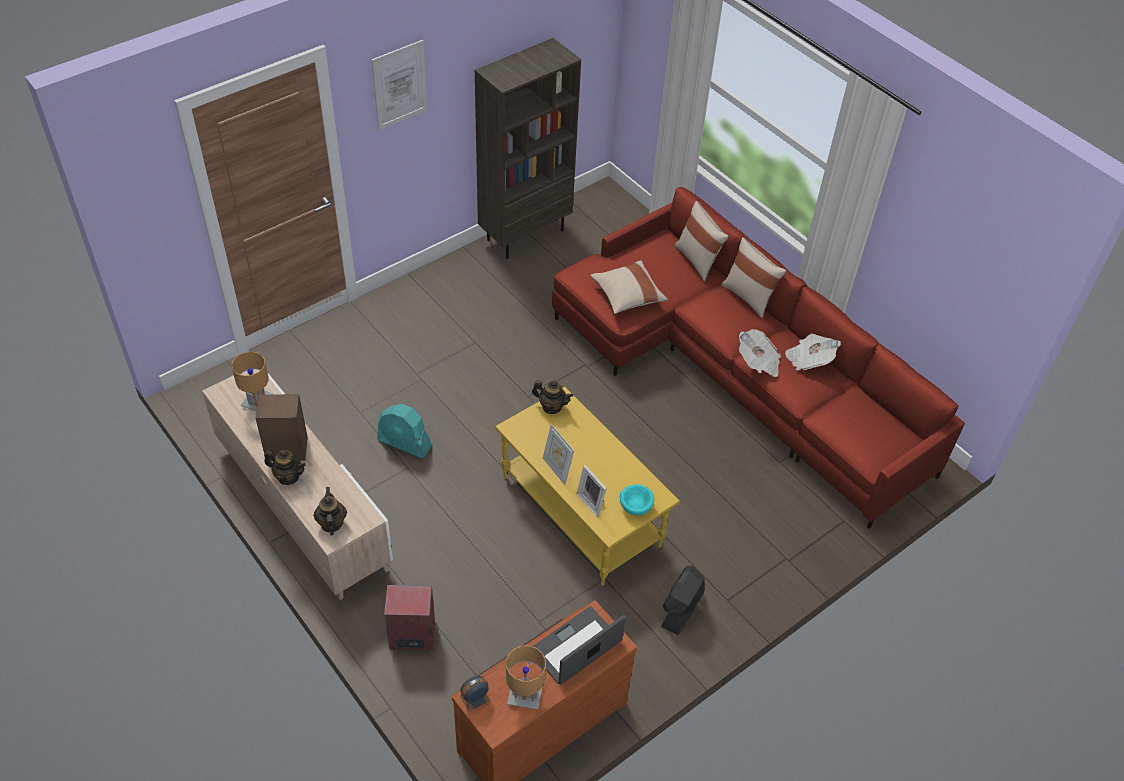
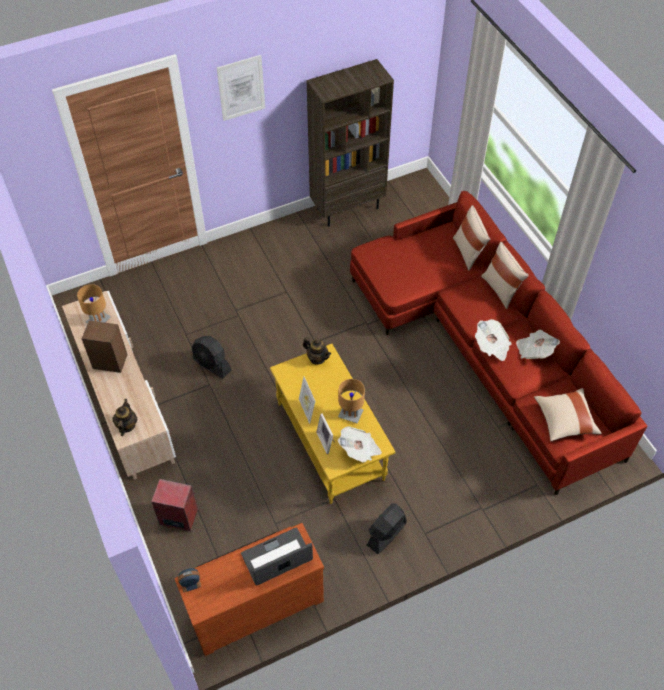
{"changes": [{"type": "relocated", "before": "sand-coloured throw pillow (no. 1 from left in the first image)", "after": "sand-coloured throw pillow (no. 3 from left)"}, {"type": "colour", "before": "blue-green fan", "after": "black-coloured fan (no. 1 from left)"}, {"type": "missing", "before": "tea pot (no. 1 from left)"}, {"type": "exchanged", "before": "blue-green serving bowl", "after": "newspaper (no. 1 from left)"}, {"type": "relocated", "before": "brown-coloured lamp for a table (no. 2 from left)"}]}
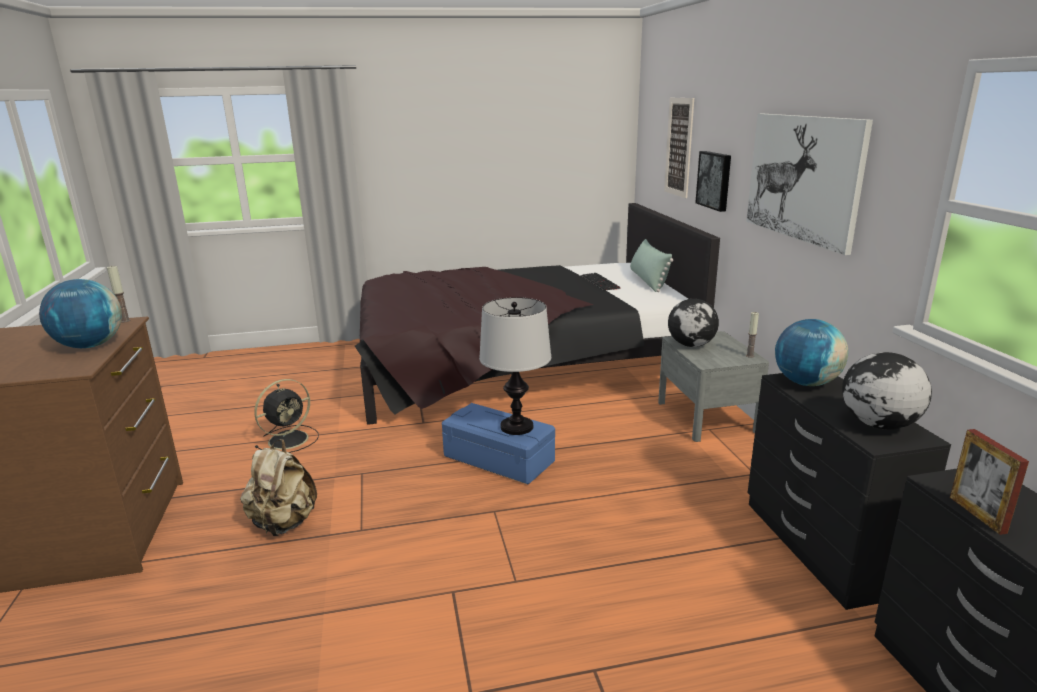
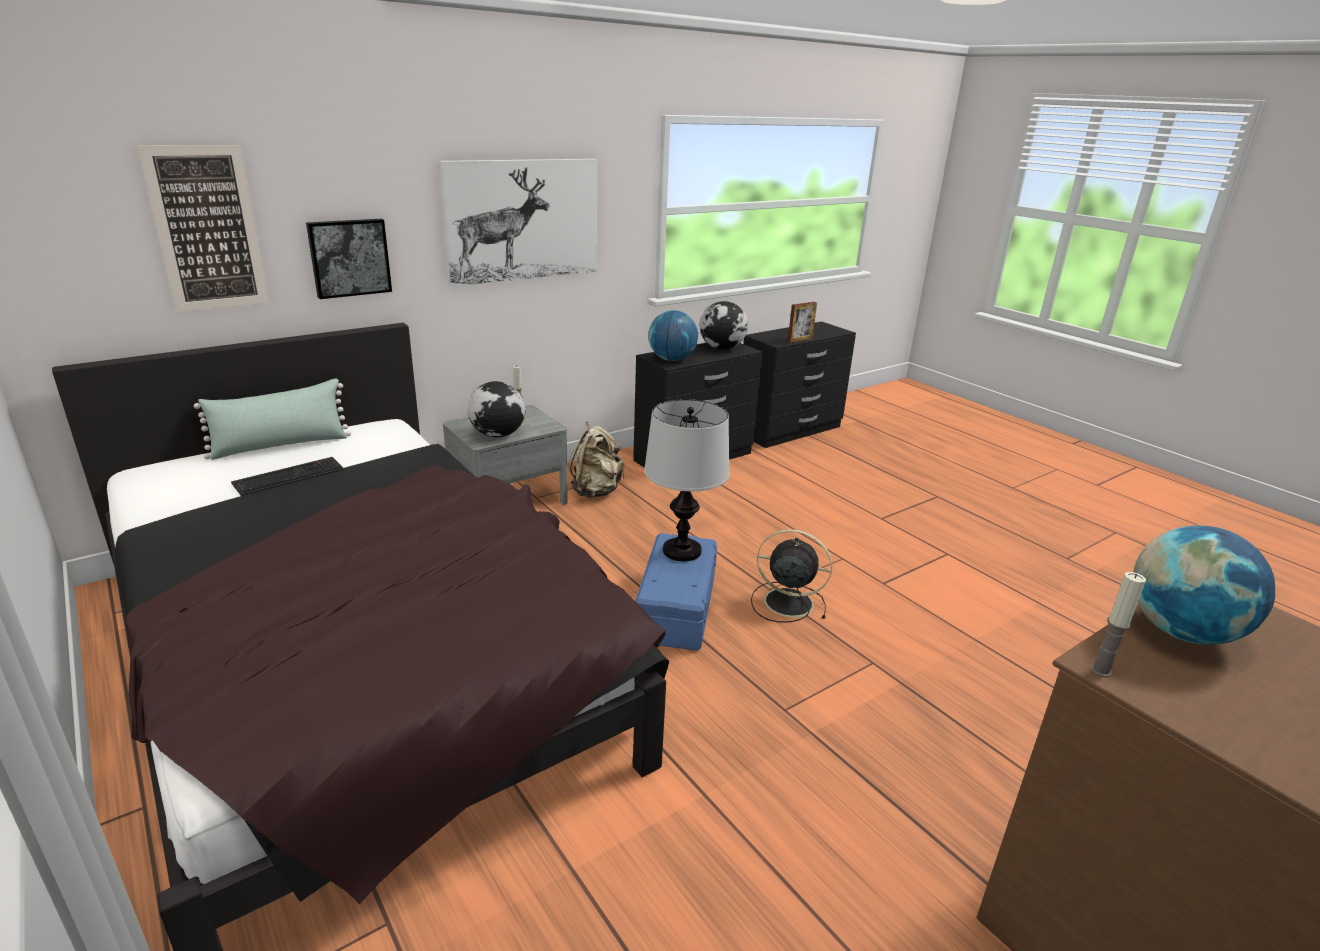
{"changes": [{"type": "relocated", "before": "black-coloured fan"}, {"type": "relocated", "before": "sand-coloured rucksack"}]}
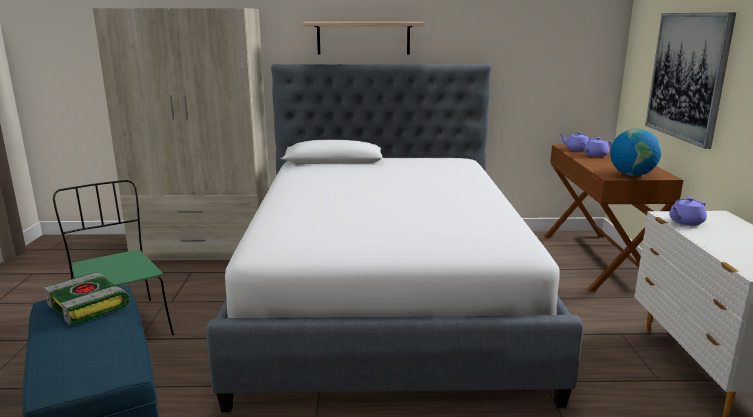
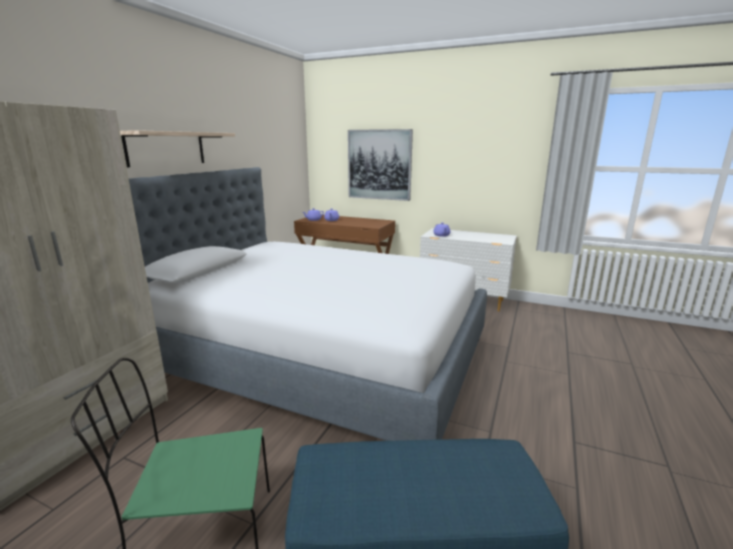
{"changes": [{"type": "missing", "before": "desk globe"}, {"type": "missing", "before": "volume"}]}
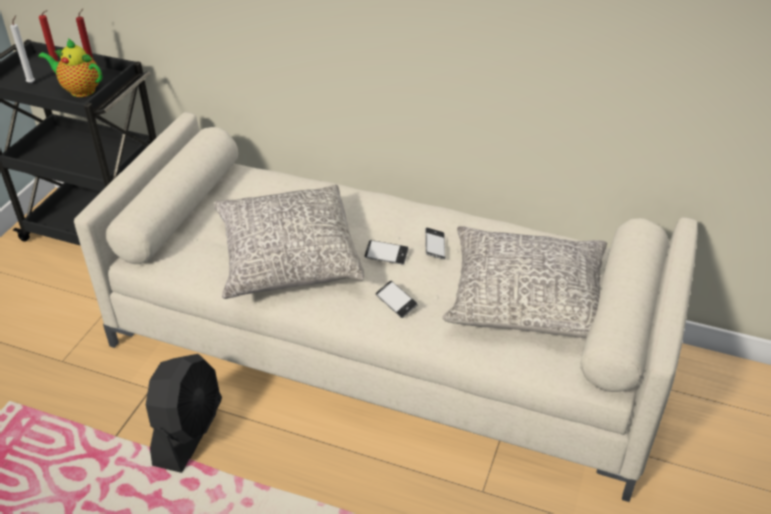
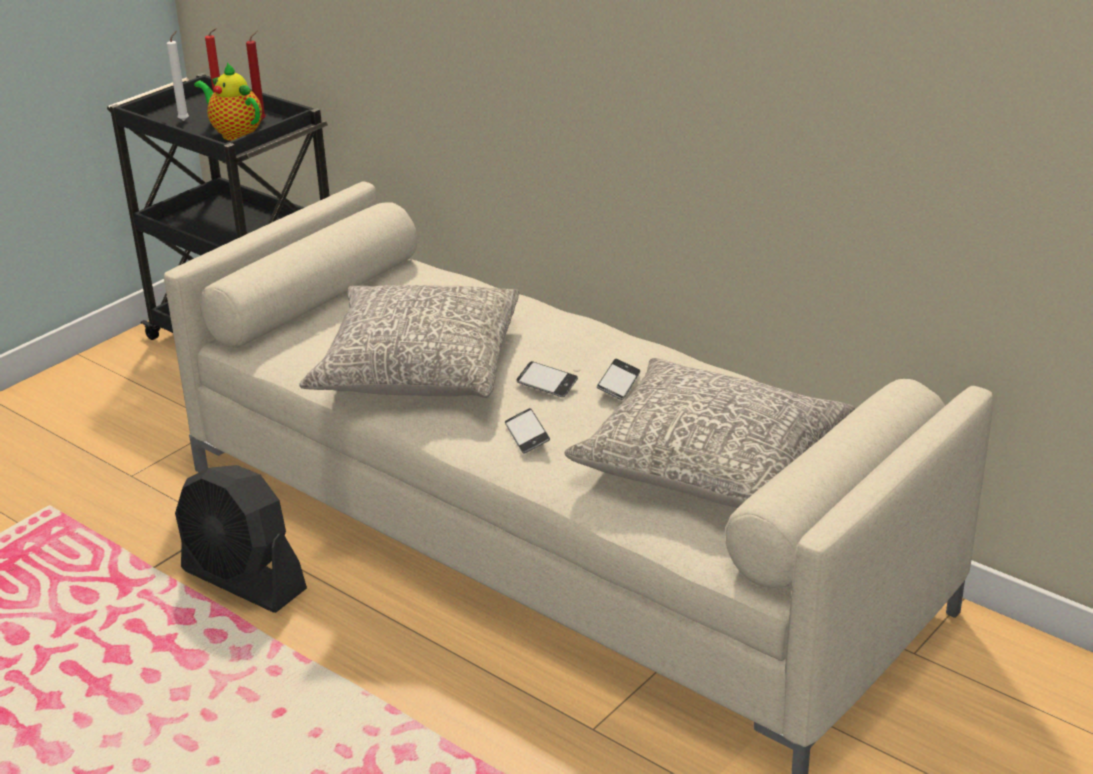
{"changes": [{"type": "spun", "before": "black-coloured fan", "turn": 90}]}
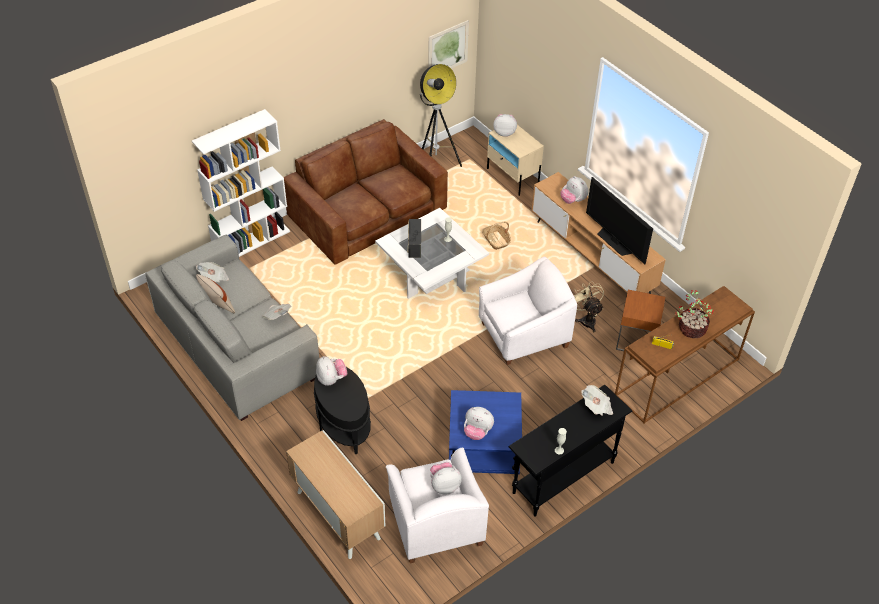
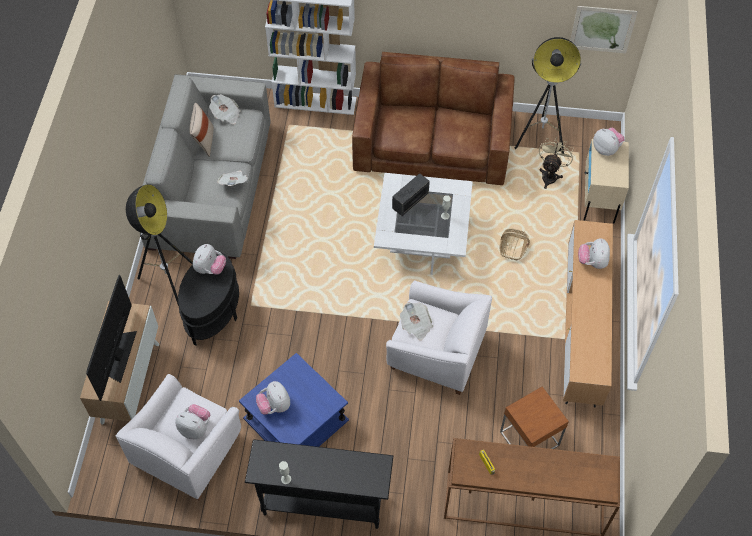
{"changes": [{"type": "relocated", "before": "television"}, {"type": "relocated", "before": "sand-coloured fan"}, {"type": "missing", "before": "houseplant"}, {"type": "relocated", "before": "newspaper (no. 3 from left)"}, {"type": "appeared", "after": "standing lamp (no. 1 from left)"}]}
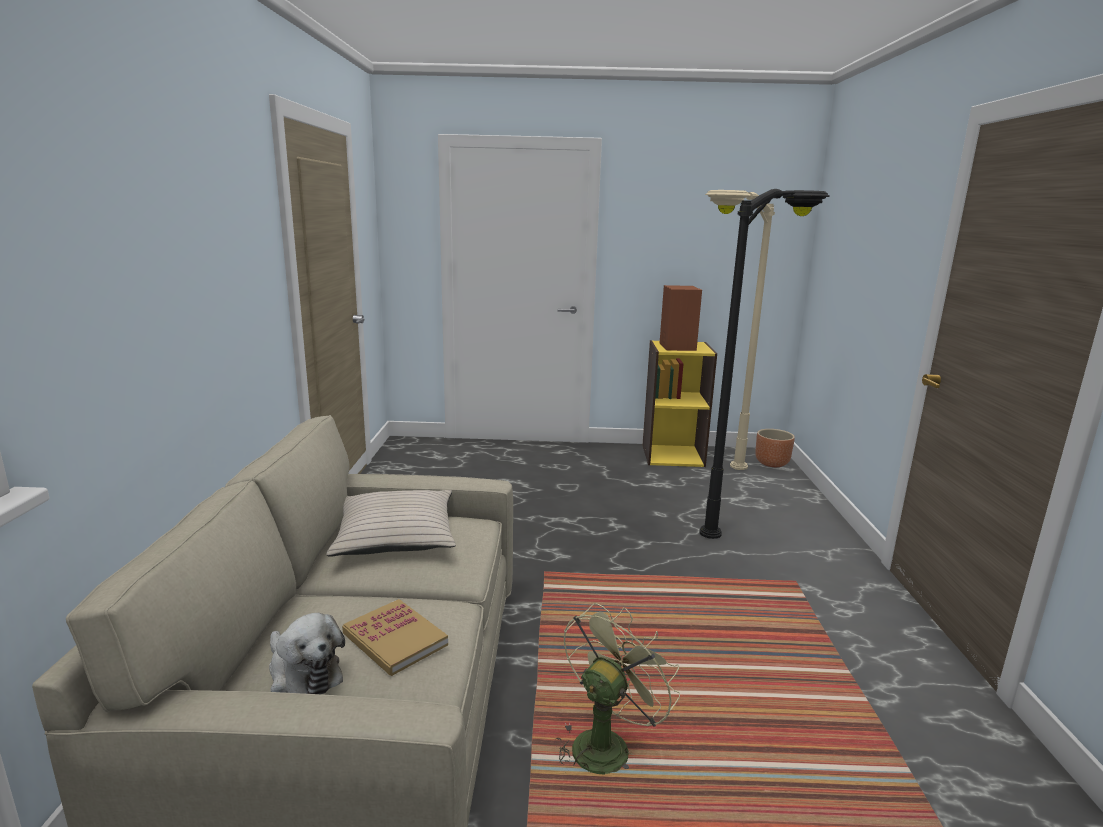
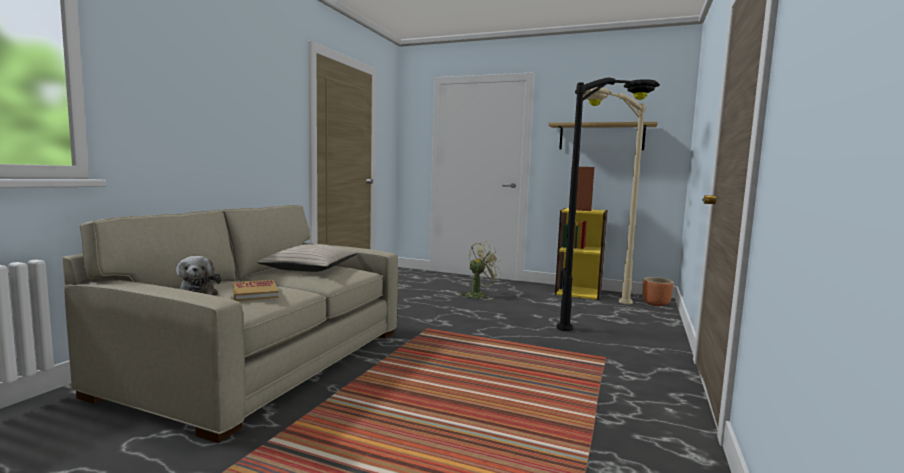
{"changes": [{"type": "relocated", "before": "green fan"}, {"type": "appeared", "after": "wall shelf"}]}
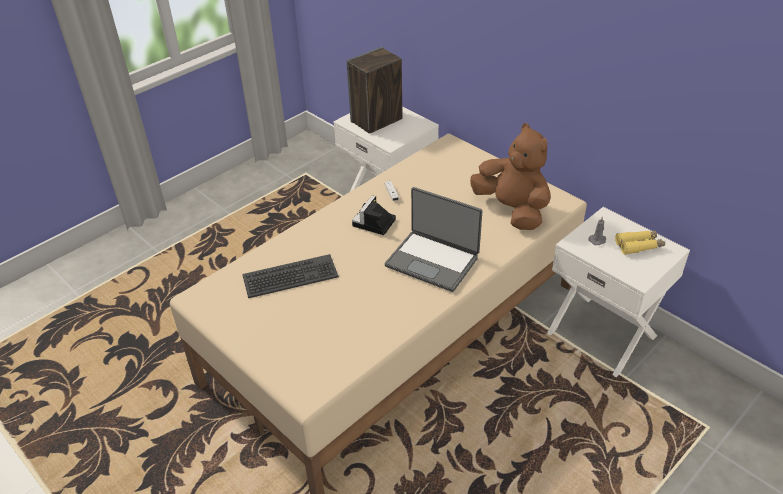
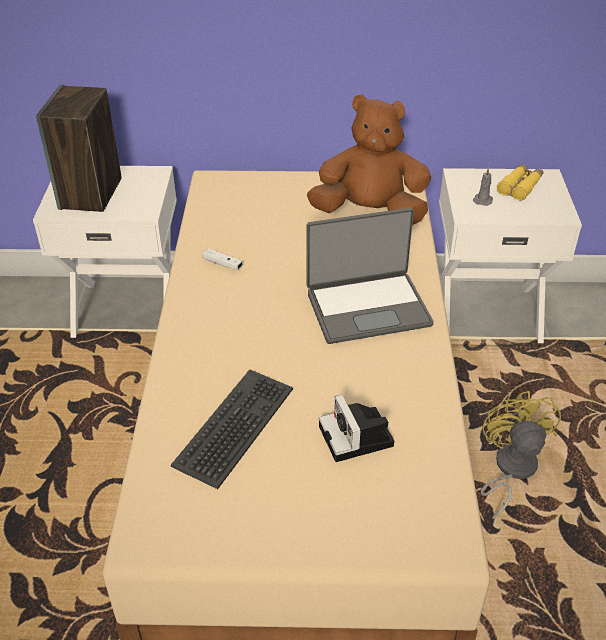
{"changes": [{"type": "relocated", "before": "photo camera"}, {"type": "appeared", "after": "yellowish fan"}]}
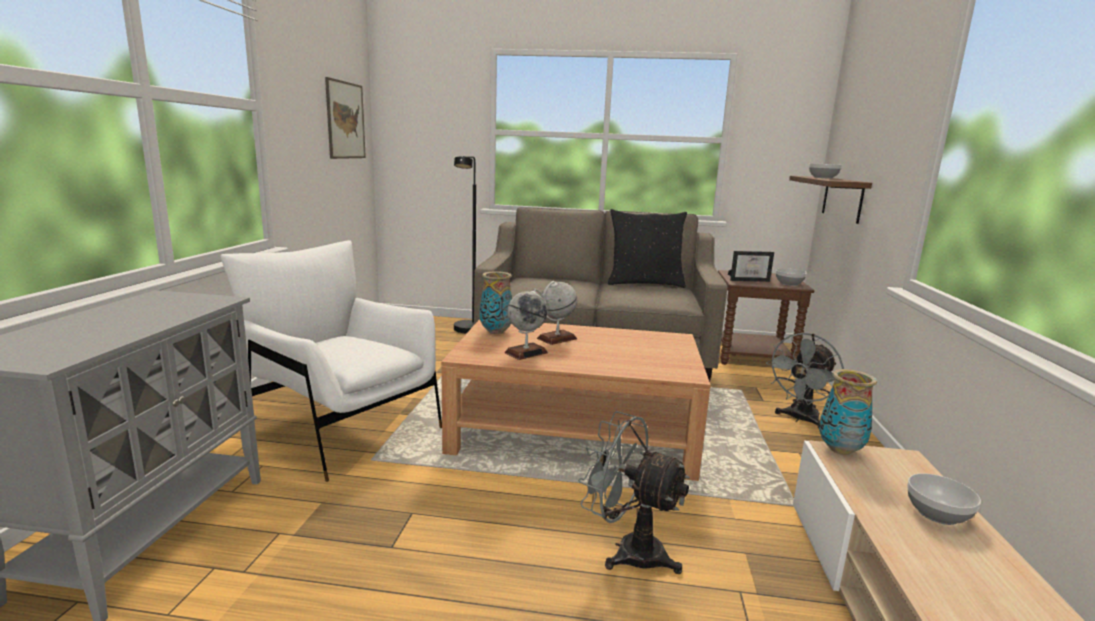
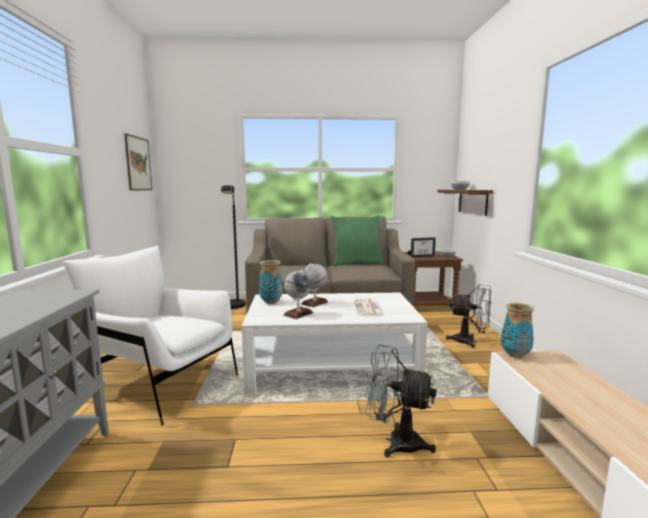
{"changes": [{"type": "colour", "before": "black-coloured throw pillow", "after": "green throw pillow"}, {"type": "colour", "before": "brown-coloured low table", "after": "whitish low table"}, {"type": "spun", "before": "grey fan (no. 2 from left)", "turn": -105}, {"type": "missing", "before": "serving bowl (no. 3 from left)"}, {"type": "appeared", "after": "newspaper"}]}
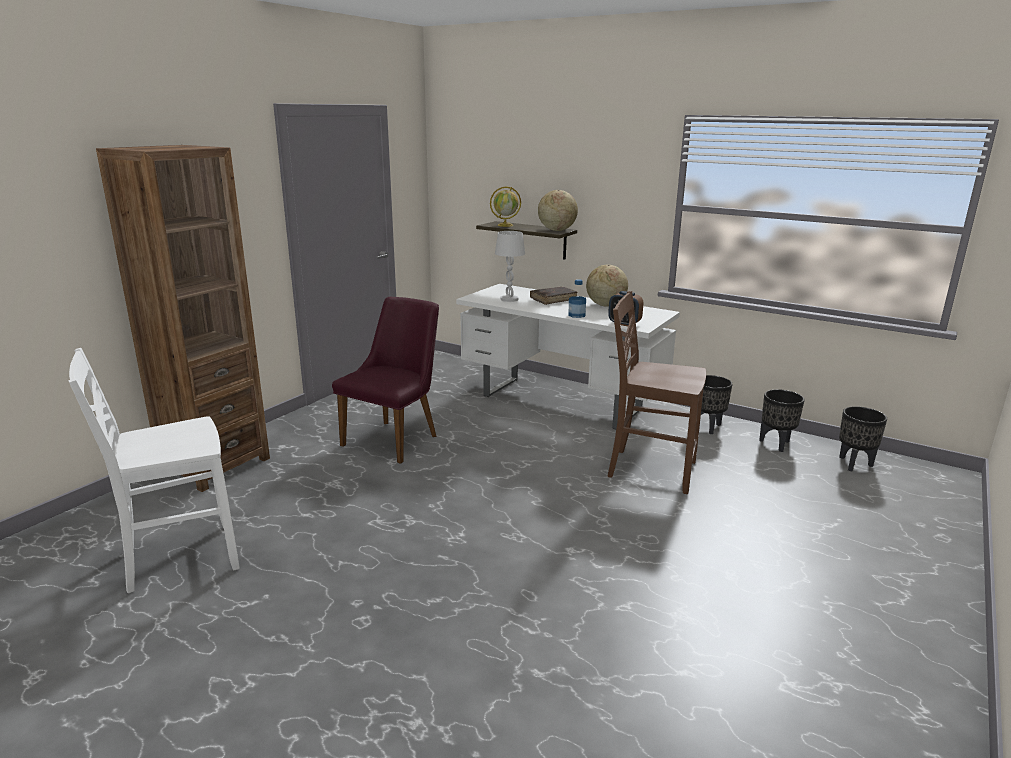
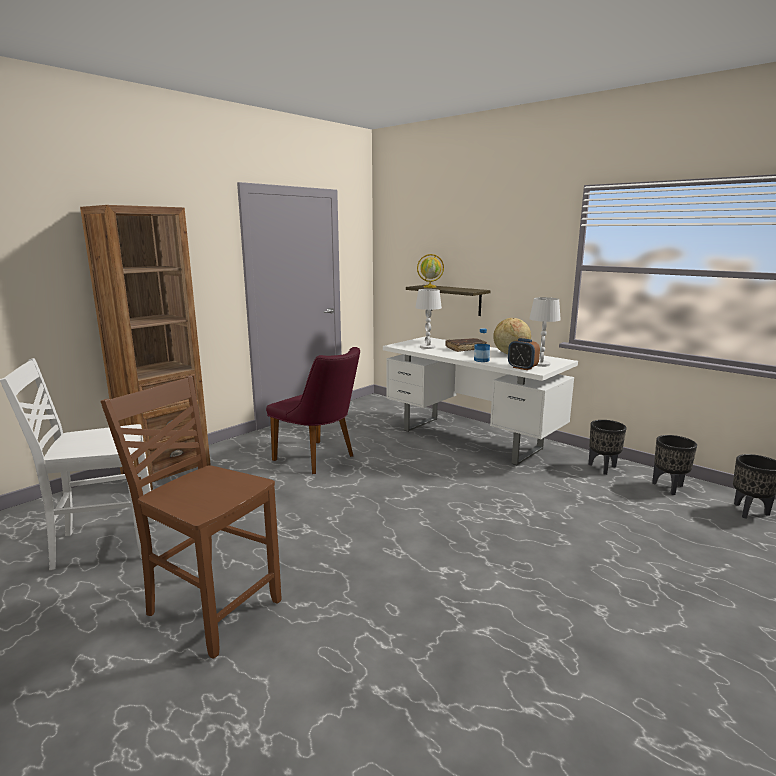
{"changes": [{"type": "missing", "before": "desk globe (no. 2 from left)"}, {"type": "relocated", "before": "brown-coloured plain chair"}, {"type": "spun", "before": "purple-coloured plain chair", "turn": 90}, {"type": "appeared", "after": "whitish lamp for a table (no. 2 from left)"}]}
